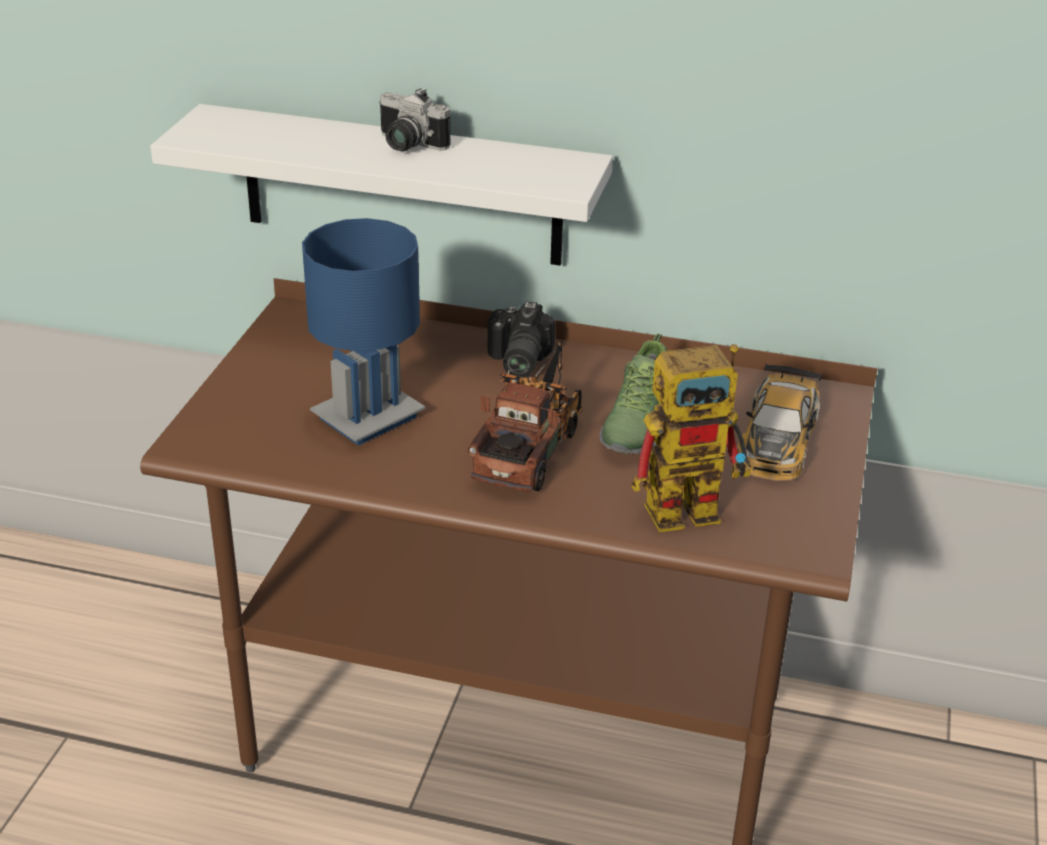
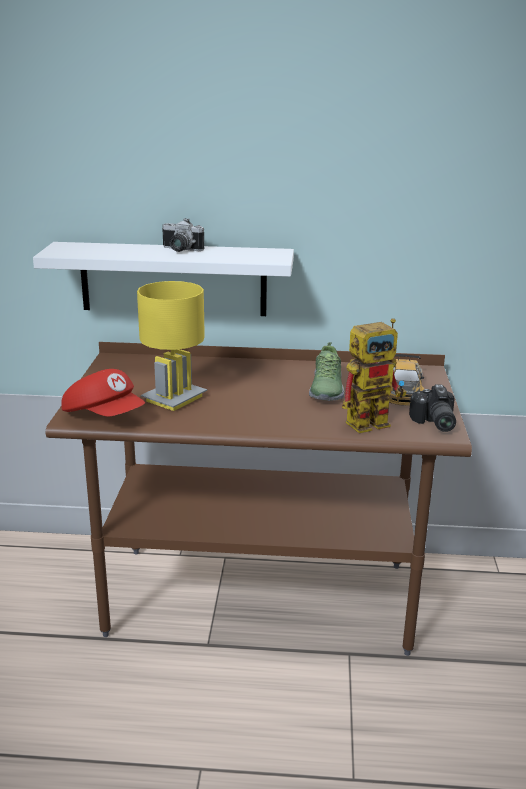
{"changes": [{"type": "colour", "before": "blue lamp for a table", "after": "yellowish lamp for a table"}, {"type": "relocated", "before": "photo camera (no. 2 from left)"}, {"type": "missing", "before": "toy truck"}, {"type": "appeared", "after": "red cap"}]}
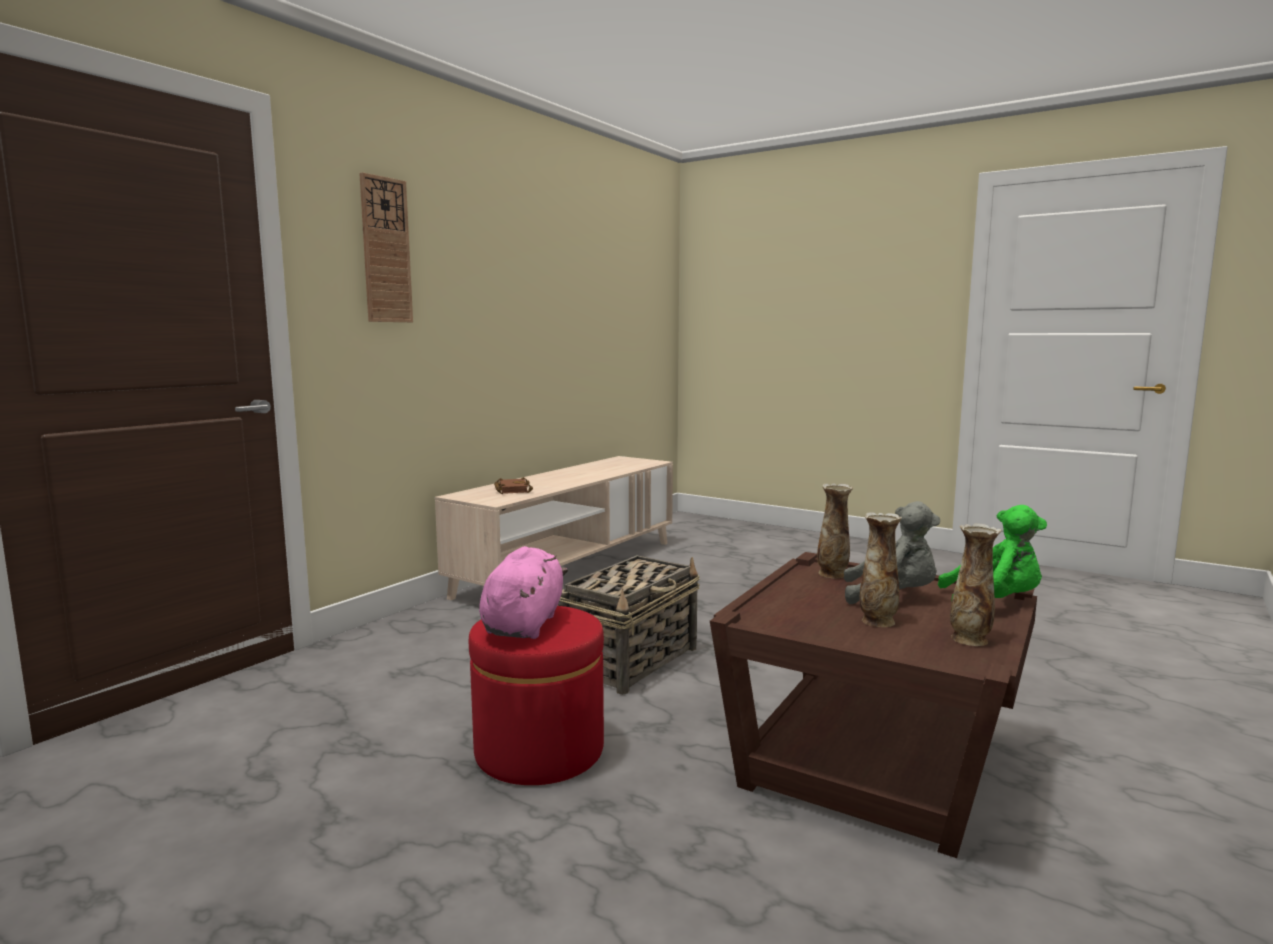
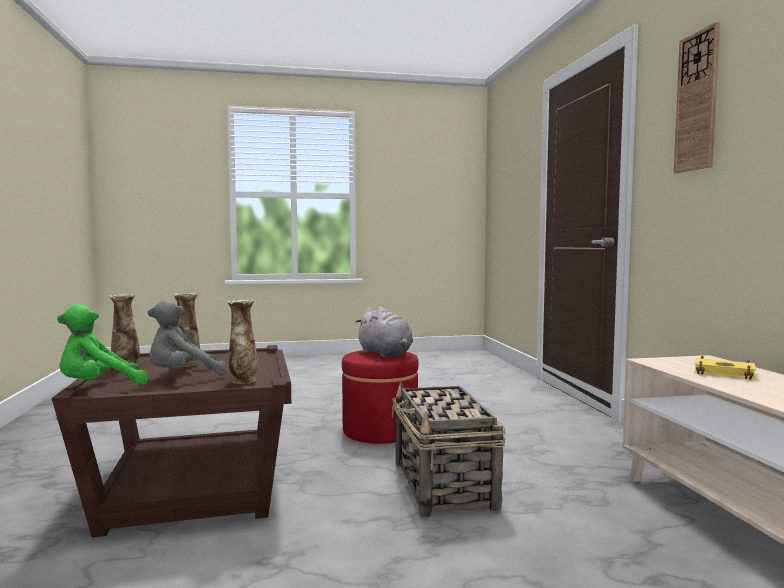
{"changes": [{"type": "colour", "before": "brown-coloured volume", "after": "yellowish volume"}, {"type": "colour", "before": "pink soft toy", "after": "grey soft toy (no. 2 from left)"}]}
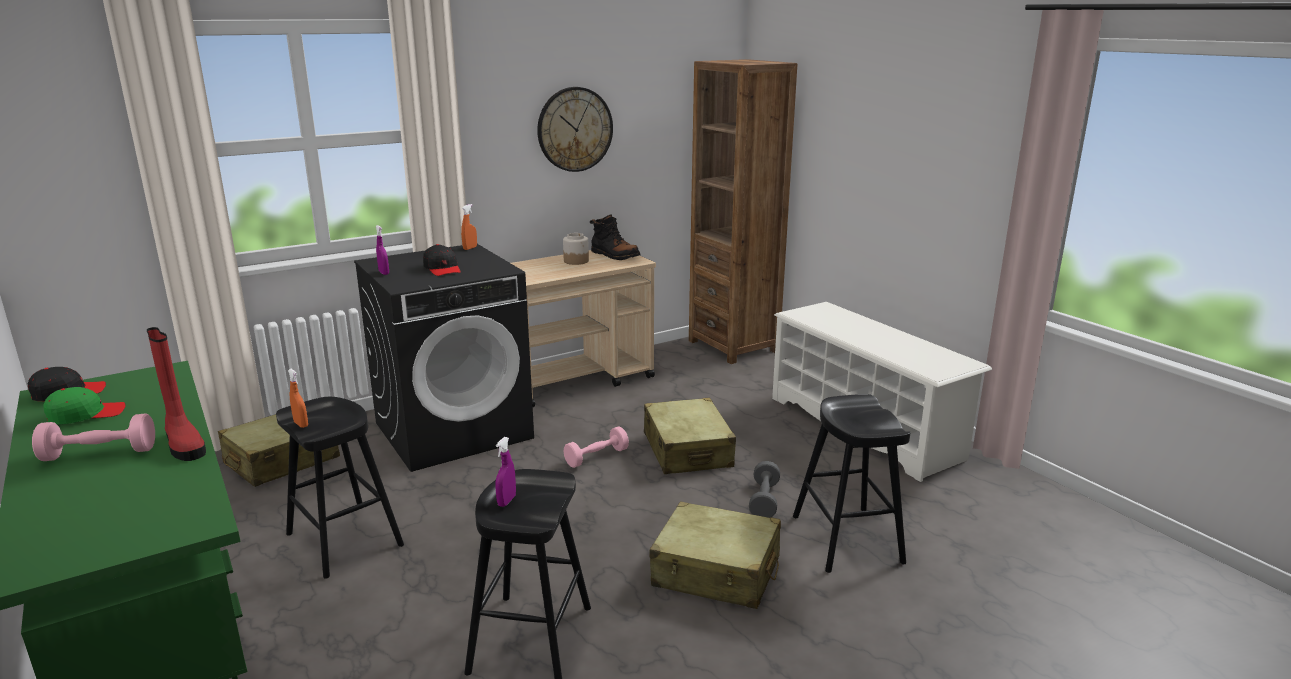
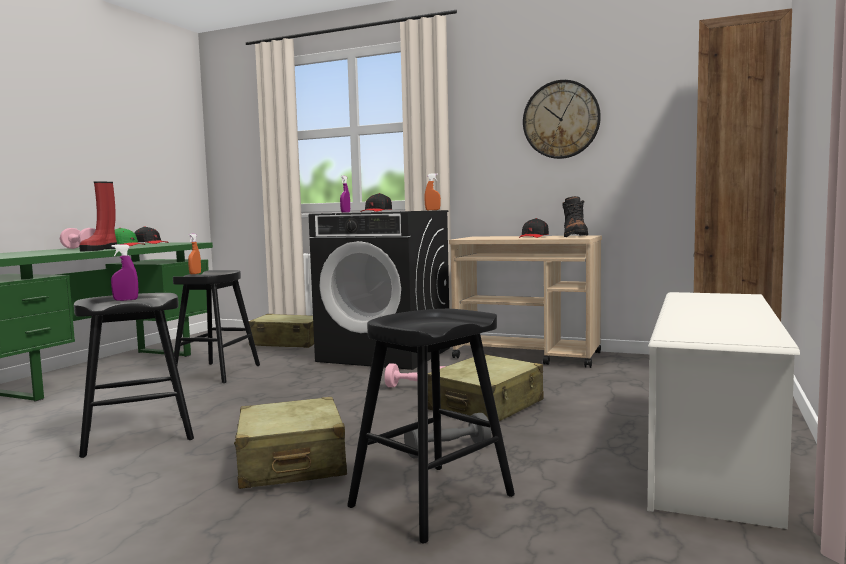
{"changes": [{"type": "exchanged", "before": "preserve jar", "after": "black-coloured cap (no. 3 from left)"}]}
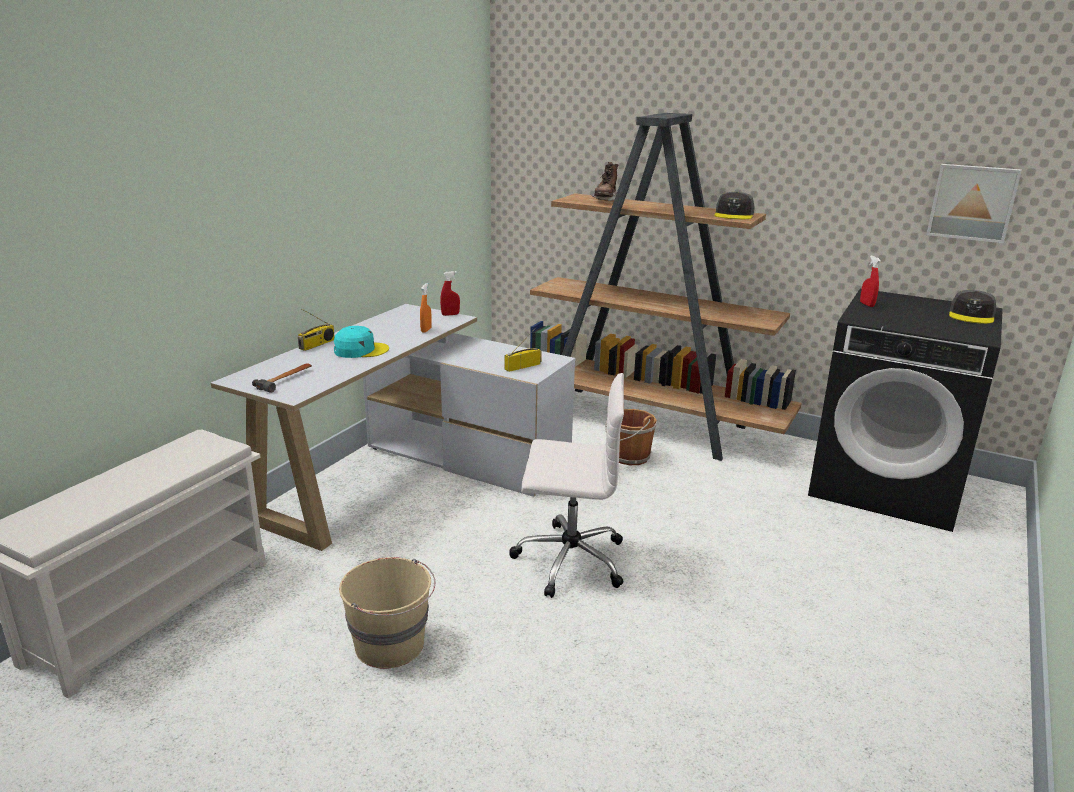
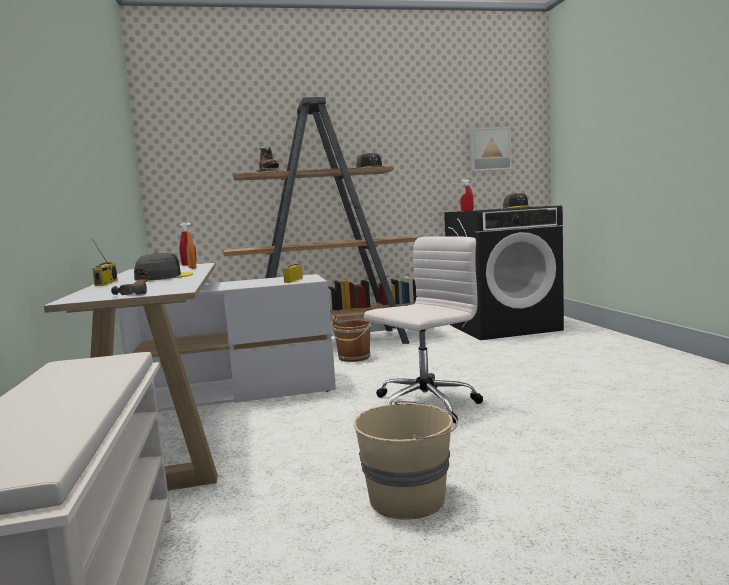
{"changes": [{"type": "colour", "before": "blue-green cap", "after": "grey cap (no. 1 from left)"}]}
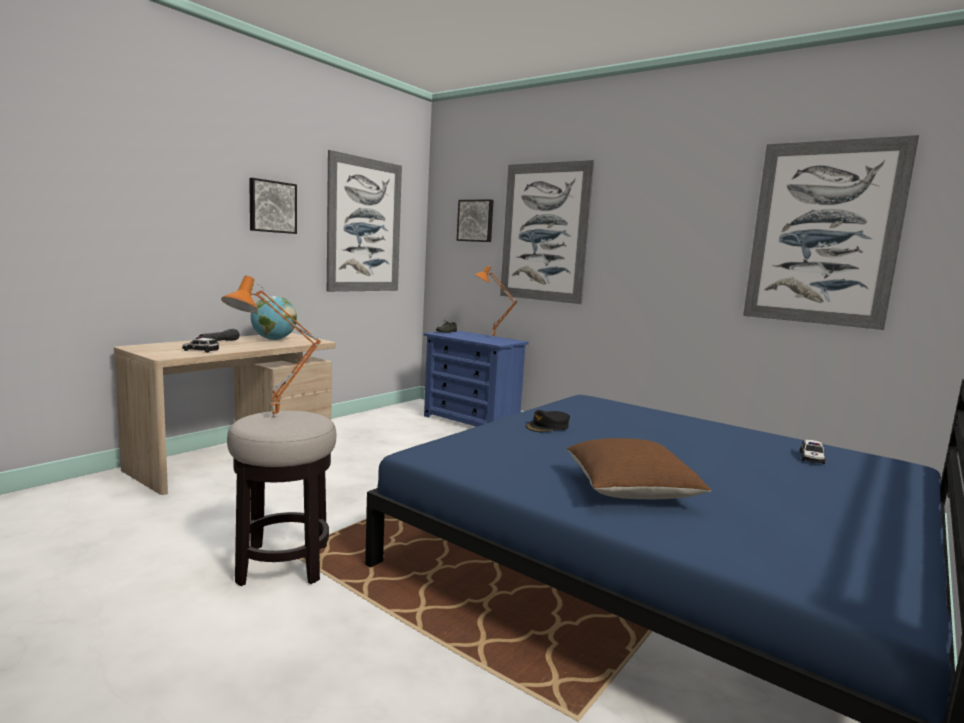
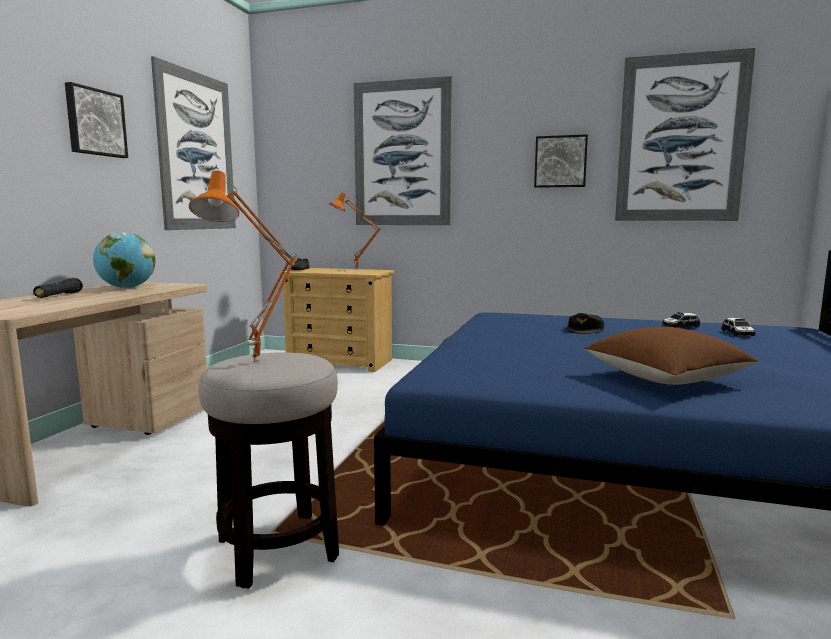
{"changes": [{"type": "relocated", "before": "picture (no. 3 from left in the first image)", "after": "picture (no. 4 from left)"}, {"type": "colour", "before": "blue drawer chest", "after": "sand-coloured drawer chest"}, {"type": "relocated", "before": "model car (no. 1 from left)"}, {"type": "relocated", "before": "black-coloured cap"}]}
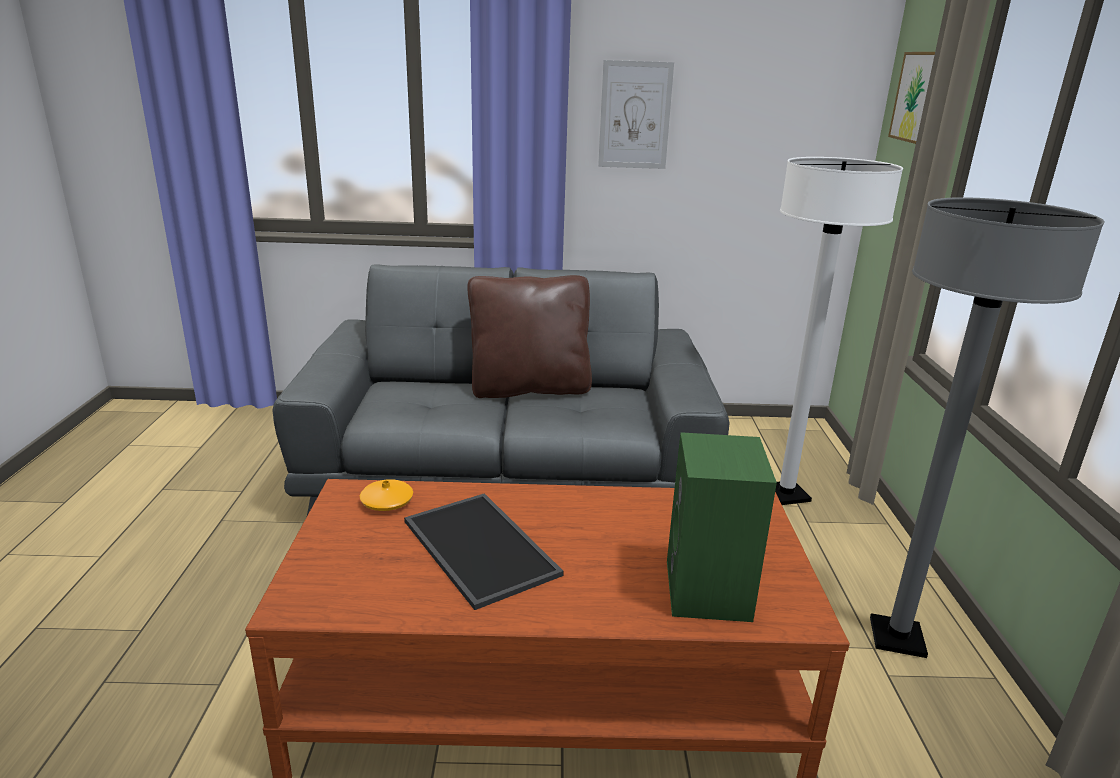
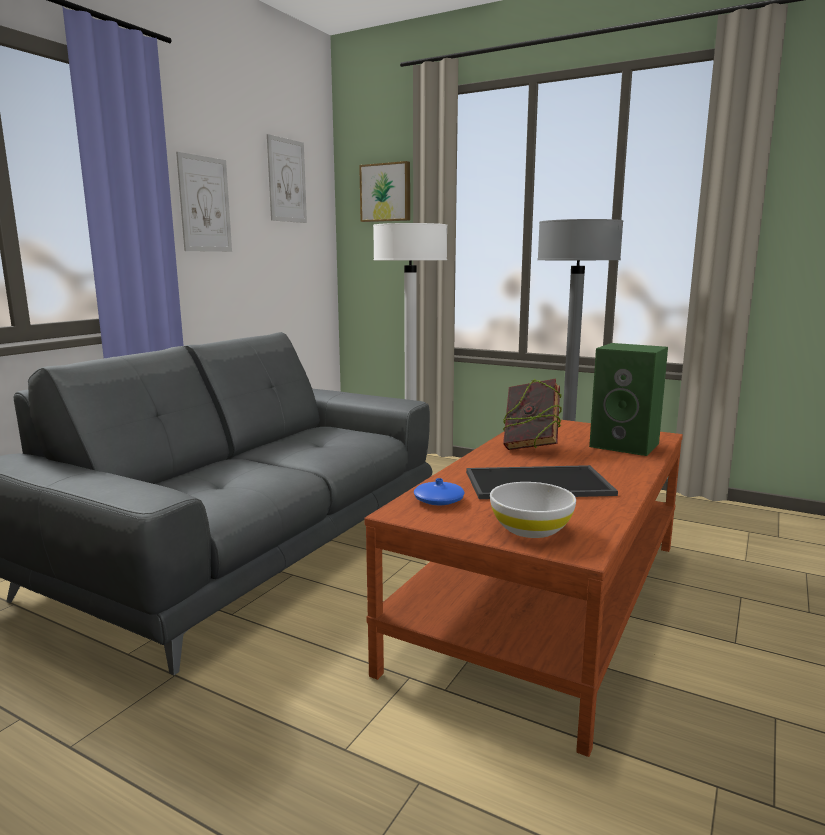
{"changes": [{"type": "missing", "before": "brown-coloured throw pillow"}, {"type": "colour", "before": "orangey decorative vase", "after": "blue decorative vase"}, {"type": "appeared", "after": "picture (no. 2 from left)"}, {"type": "appeared", "after": "volume"}, {"type": "appeared", "after": "whitish serving bowl"}]}
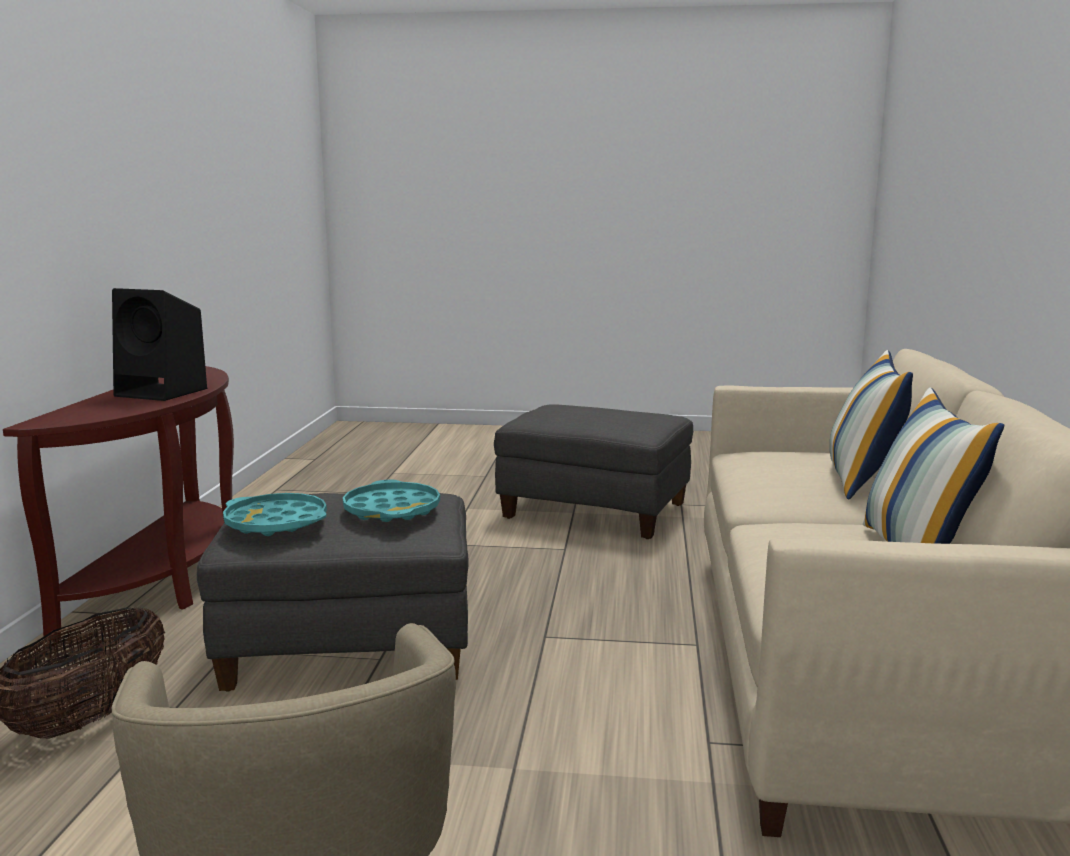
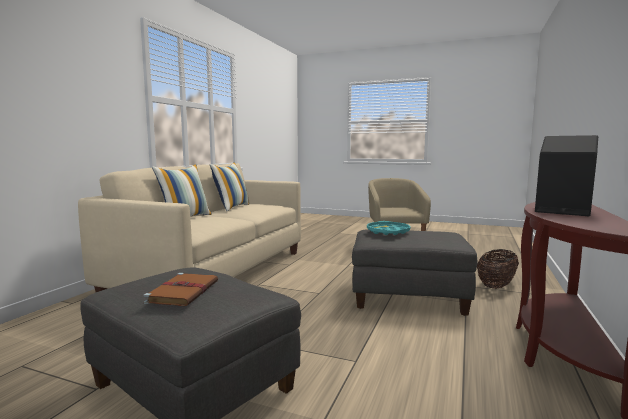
{"changes": [{"type": "missing", "before": "blue-green tray (no. 1 from left)"}, {"type": "appeared", "after": "brown-coloured volume"}]}
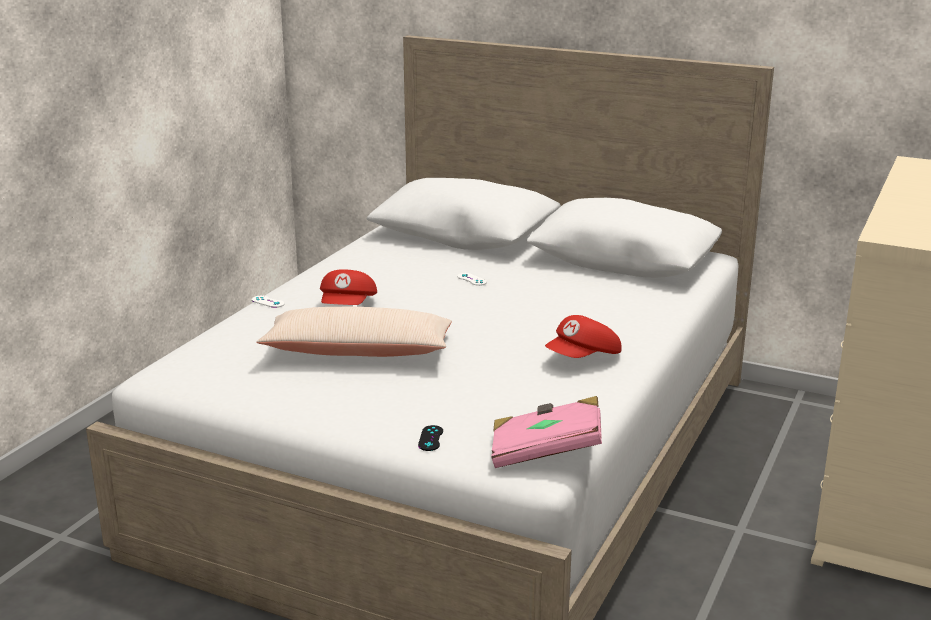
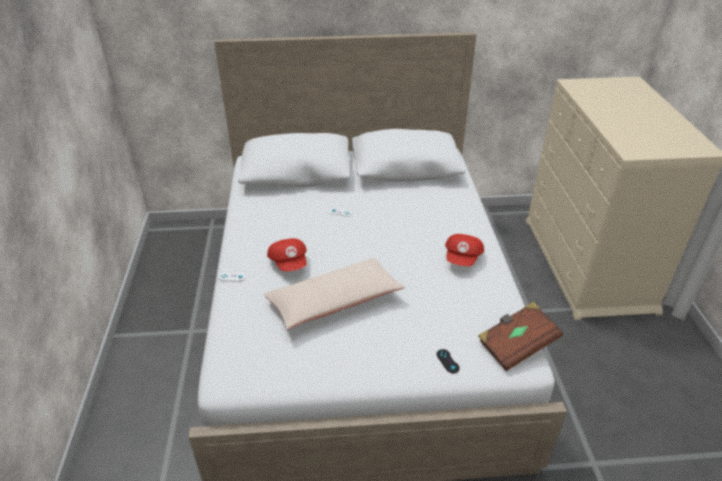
{"changes": [{"type": "colour", "before": "pink volume", "after": "brown-coloured volume"}]}
